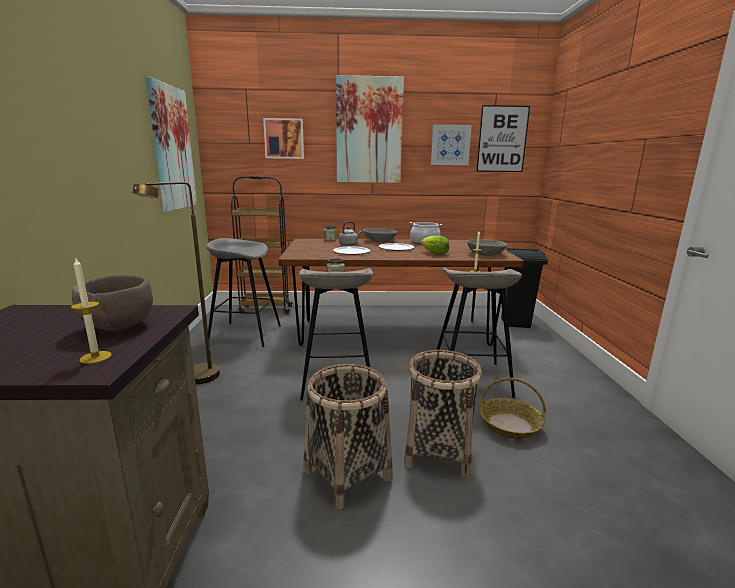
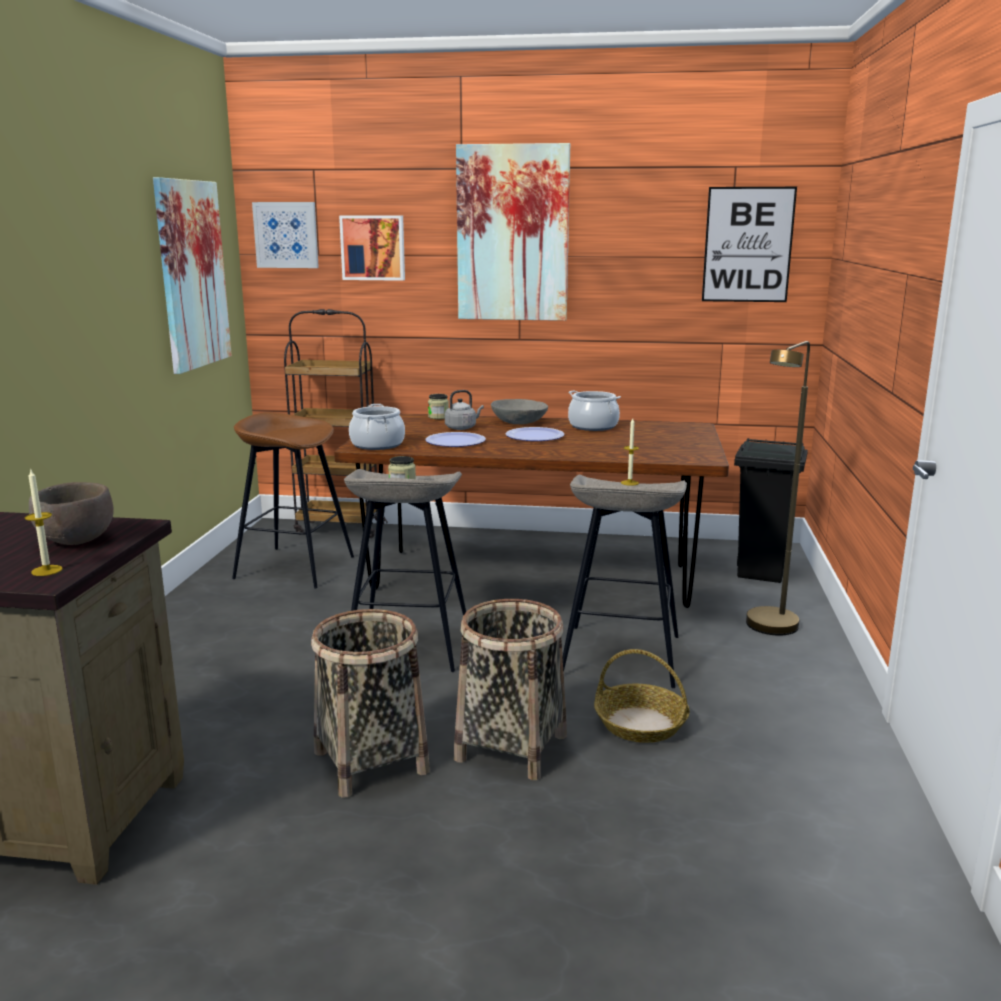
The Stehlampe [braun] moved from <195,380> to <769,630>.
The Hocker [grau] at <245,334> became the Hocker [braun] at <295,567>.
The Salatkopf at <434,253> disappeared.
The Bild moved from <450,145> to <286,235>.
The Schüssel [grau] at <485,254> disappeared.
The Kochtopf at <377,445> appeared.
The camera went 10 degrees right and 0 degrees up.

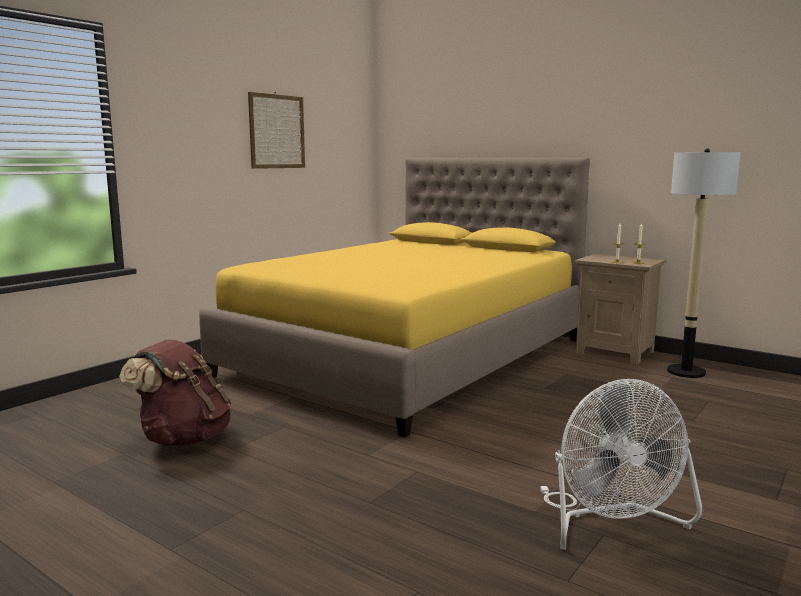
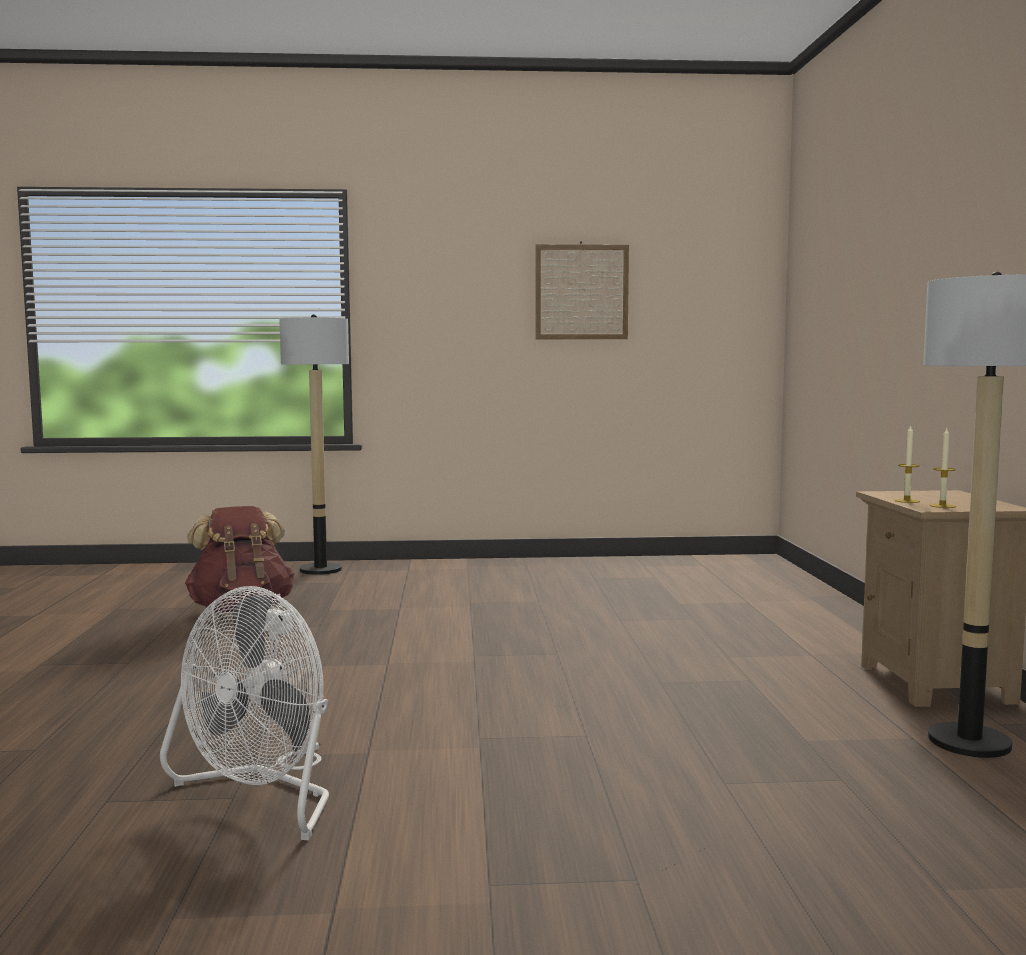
The Bett [gelb] at <410,356> disappeared.
The Stehlampe at <321,569> appeared.
The camera went 50 degrees right and 5 degrees down.

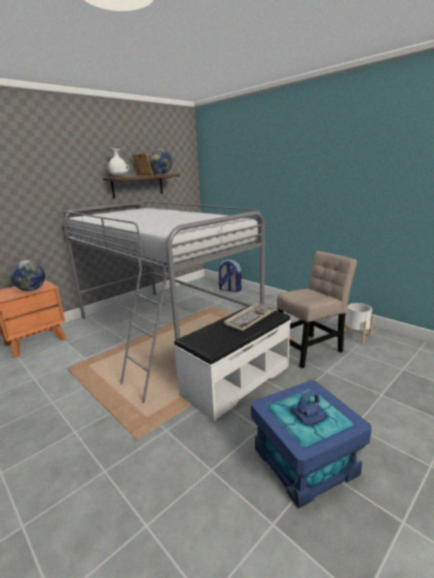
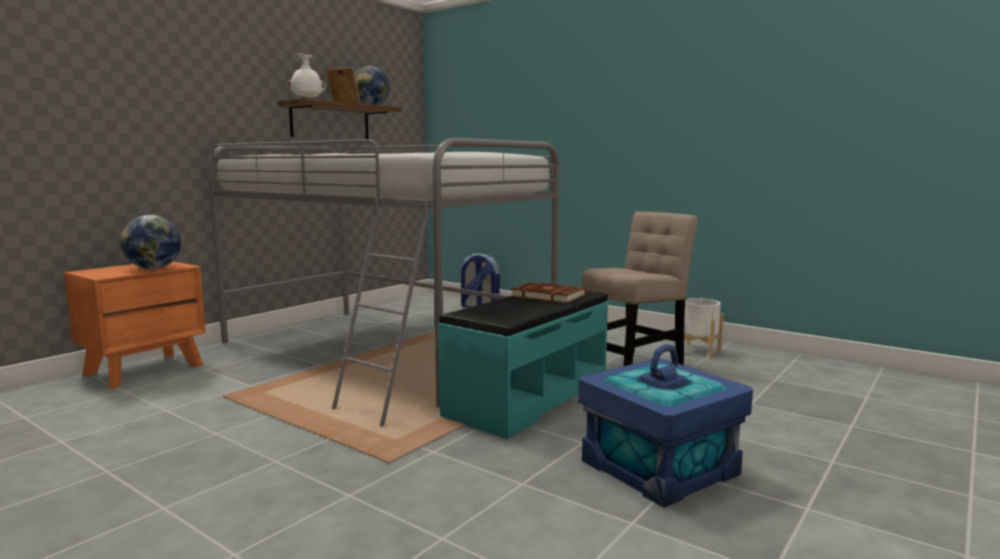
The Bank [weiß] at <236,380> became the Bank [türkis] at <527,399>.
The Tastatur at <250,318> was replaced by the Buch [braun] at <548,296>.
The camera went 10 degrees left and 10 degrees down.

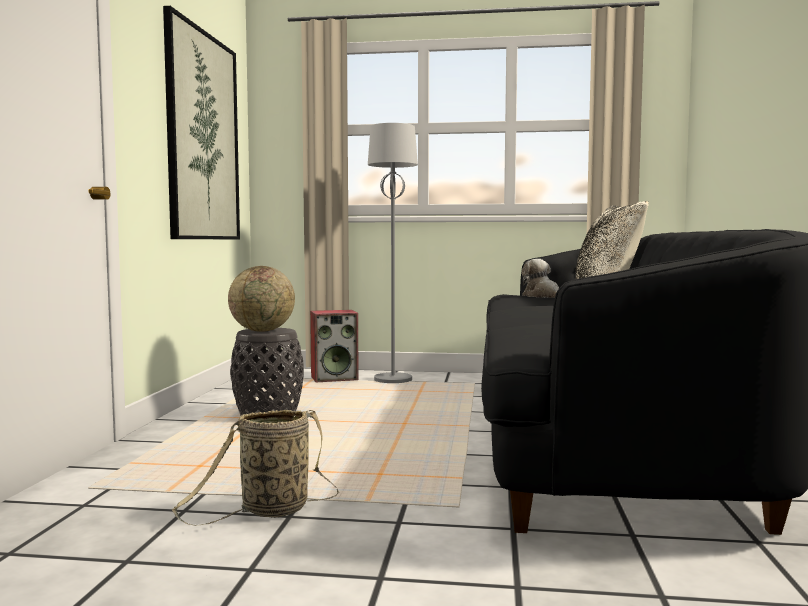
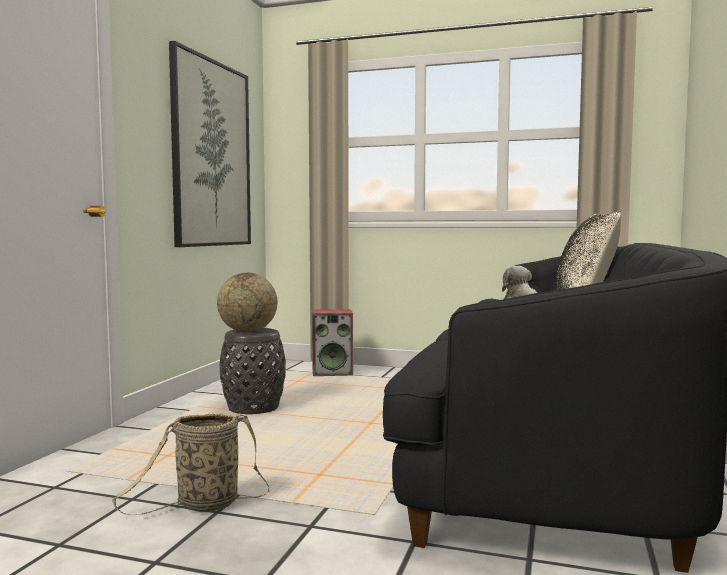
The Stehlampe [grau] at <392,380> disappeared.
The camera went 10 degrees right and 0 degrees up.

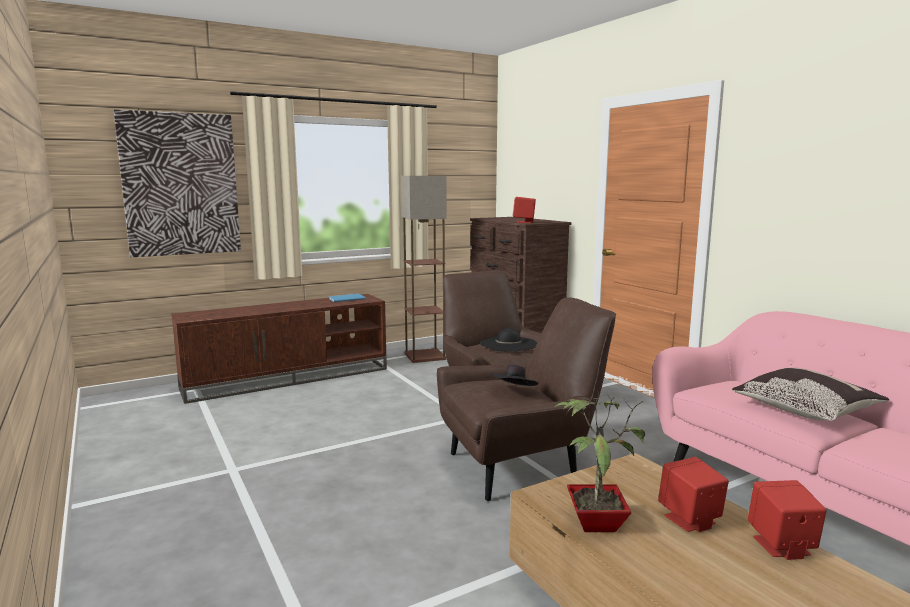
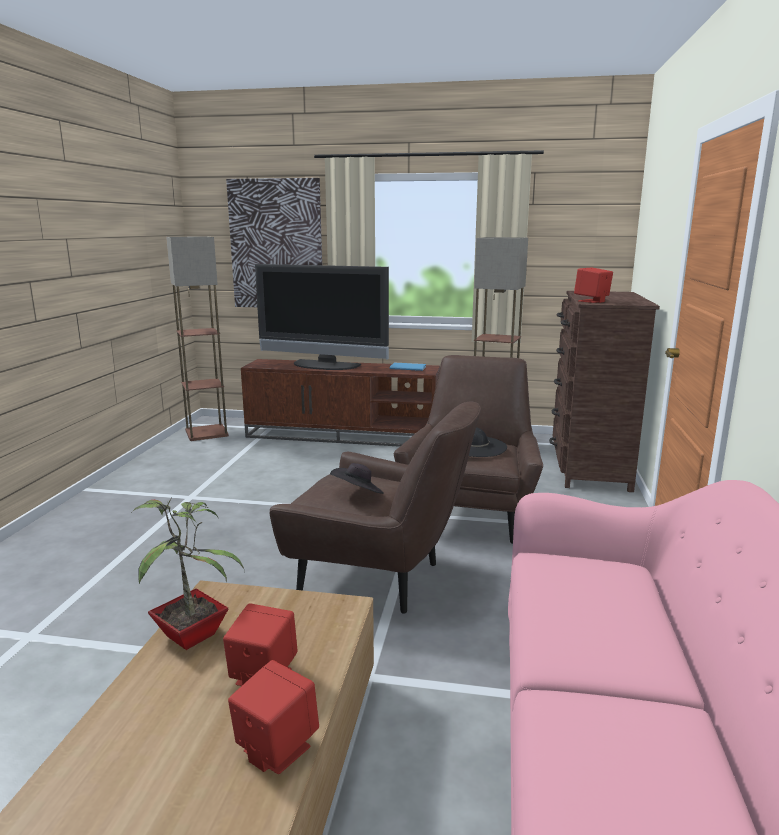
The Kissen at <806,411> disappeared.
The Stehlampe at <206,433> appeared.
The Fernseher at <324,366> appeared.
The camera went 40 degrees right and 5 degrees up.

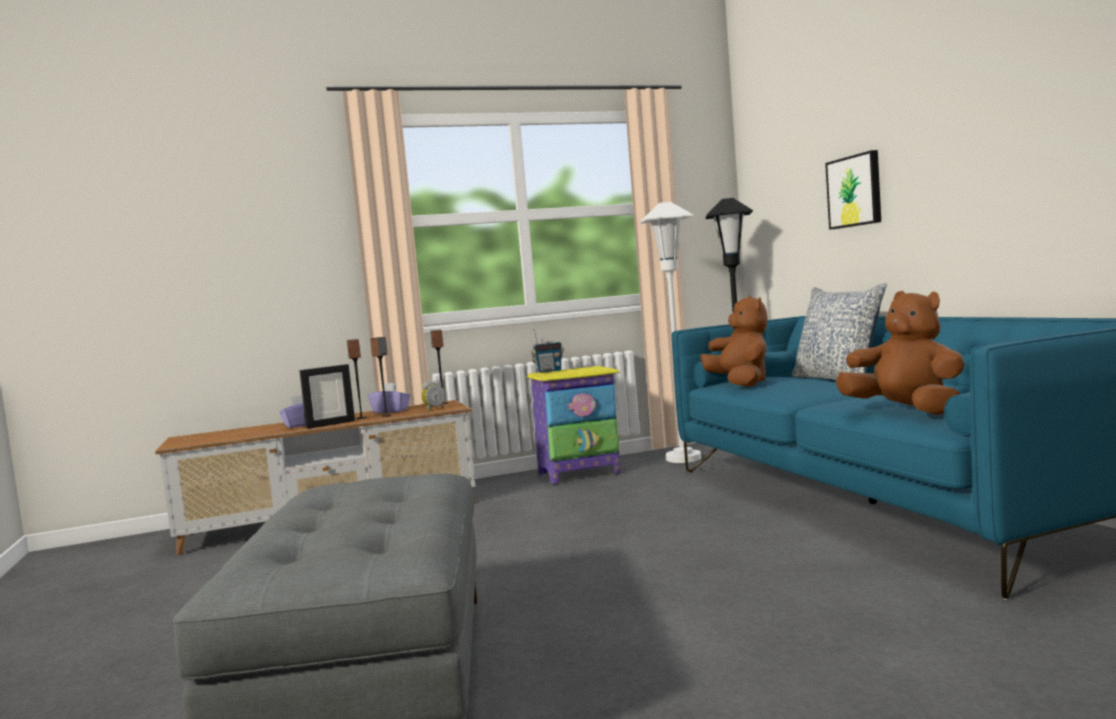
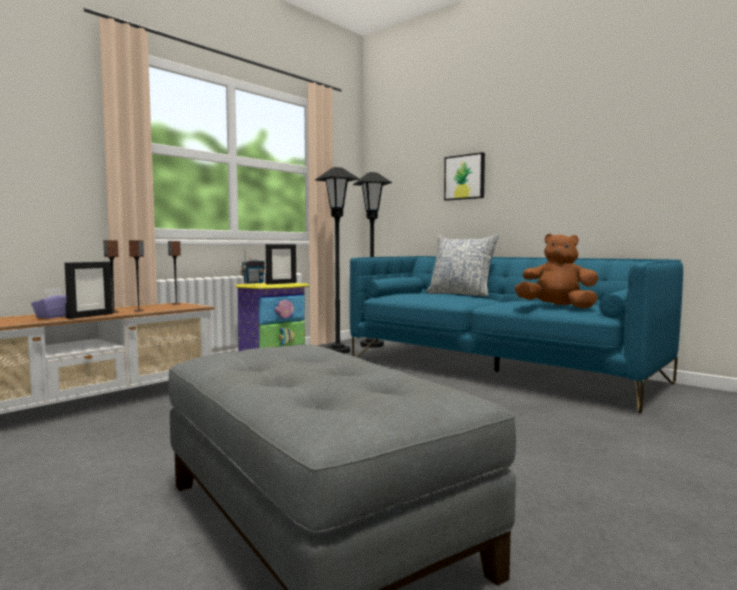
The Taschentuchbox [lila] at <391,411> disappeared.
The Wecker at <433,409> disappeared.
The Stehlampe [weiß] at <683,458> became the Stehlampe [schwarz] at <338,351>.
The Plüschtier [braun] at <740,384> disappeared.
The Bilderrahmen at <281,283> appeared.
The camera went 30 degrees left and 0 degrees up.

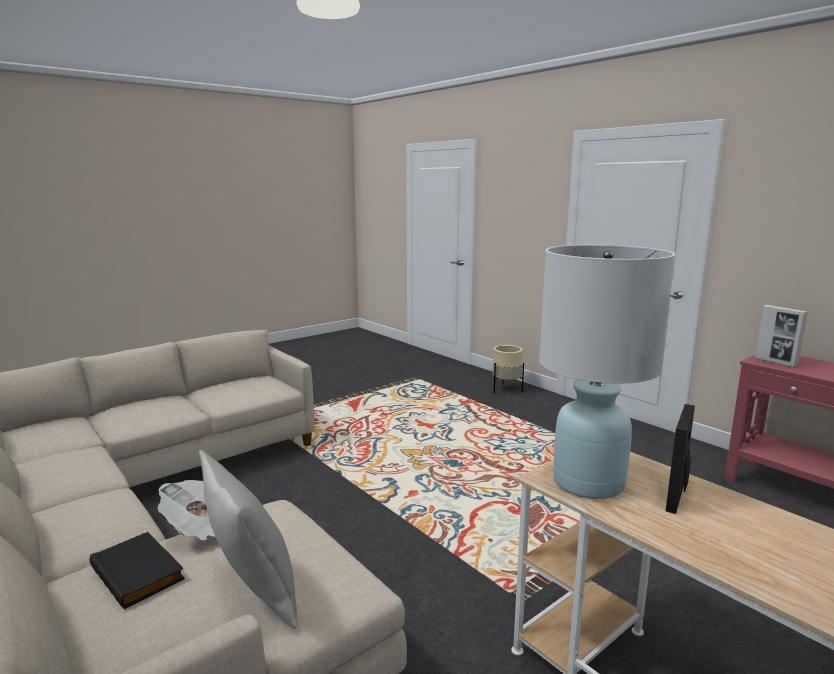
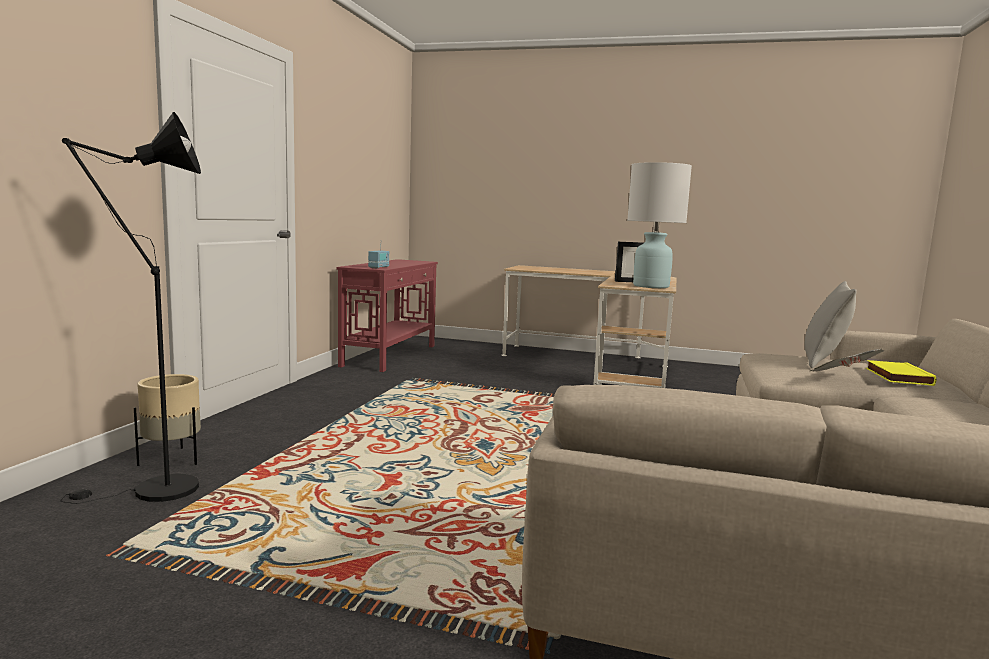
The Buch [schwarz] at <140,572> became the Buch [gelb] at <896,376>.
The Bilderrahmen at <775,362> was replaced by the Radio at <379,267>.
The Stehlampe [schwarz] at <153,491> appeared.
The camera went 125 degrees left and 5 degrees down.

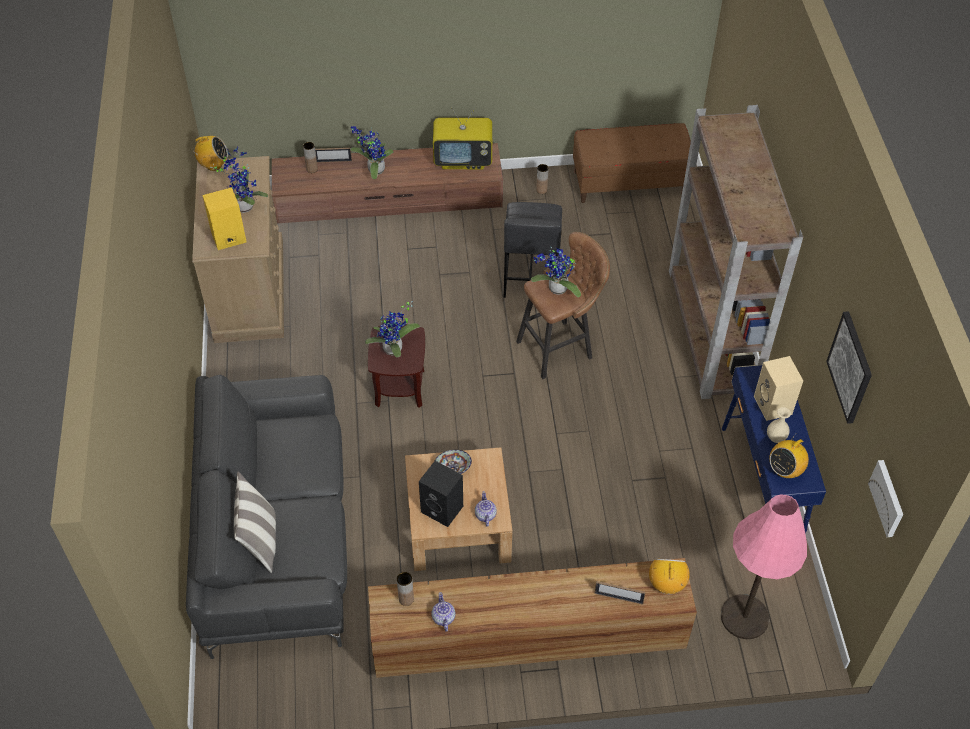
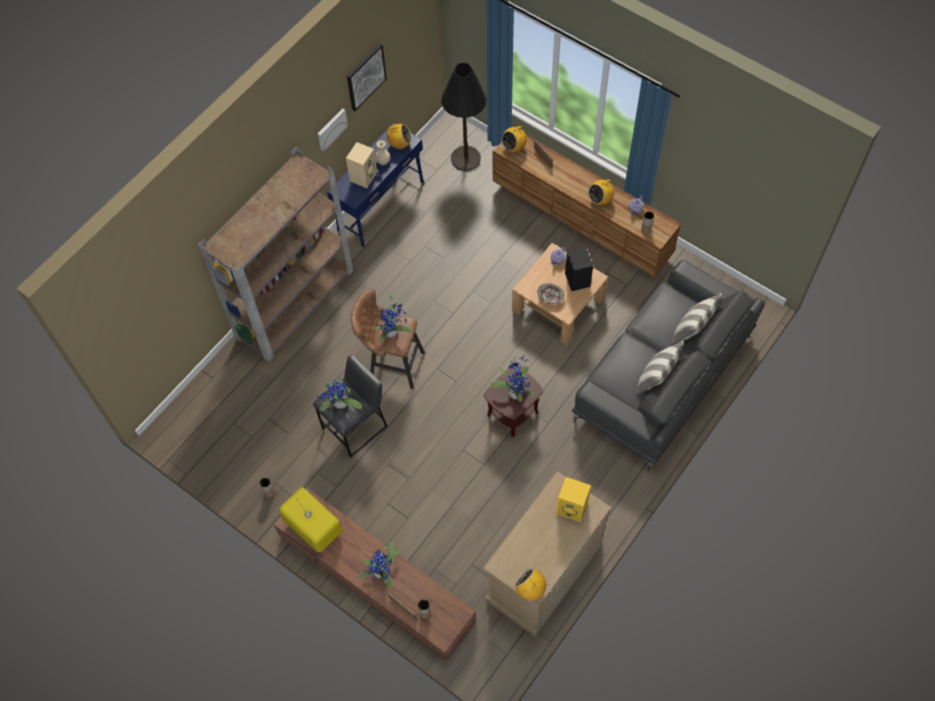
The Topfpflanze moved from <243,205> to <340,404>.
The Bank [braun] at <630,182> disappeared.
The Stehlampe [rosa] at <744,617> became the Stehlampe [schwarz] at <465,158>.
The Bild moved from <888,498> to <331,128>.
The Radio at <600,200> appeared.
The Kissen at <655,379> appeared.
The camera went 135 degrees left and 10 degrees up.

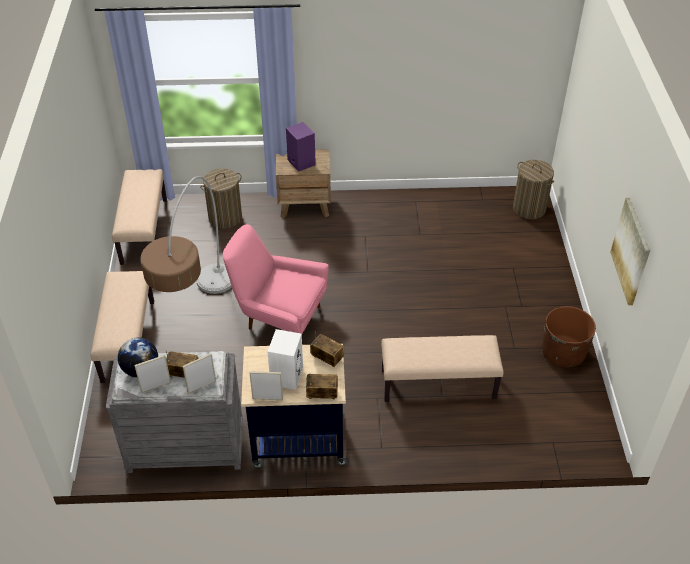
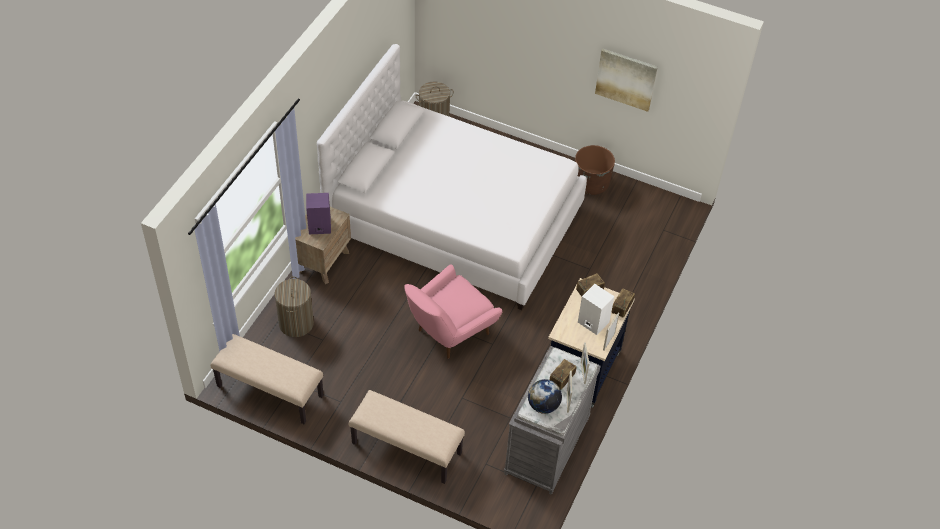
The Stehlampe at <199,319> disappeared.
The Bank [beige] at <438,383> disappeared.
The Bett [weiß] at <454,219> appeared.
The camera went 65 degrees left and 5 degrees up.

